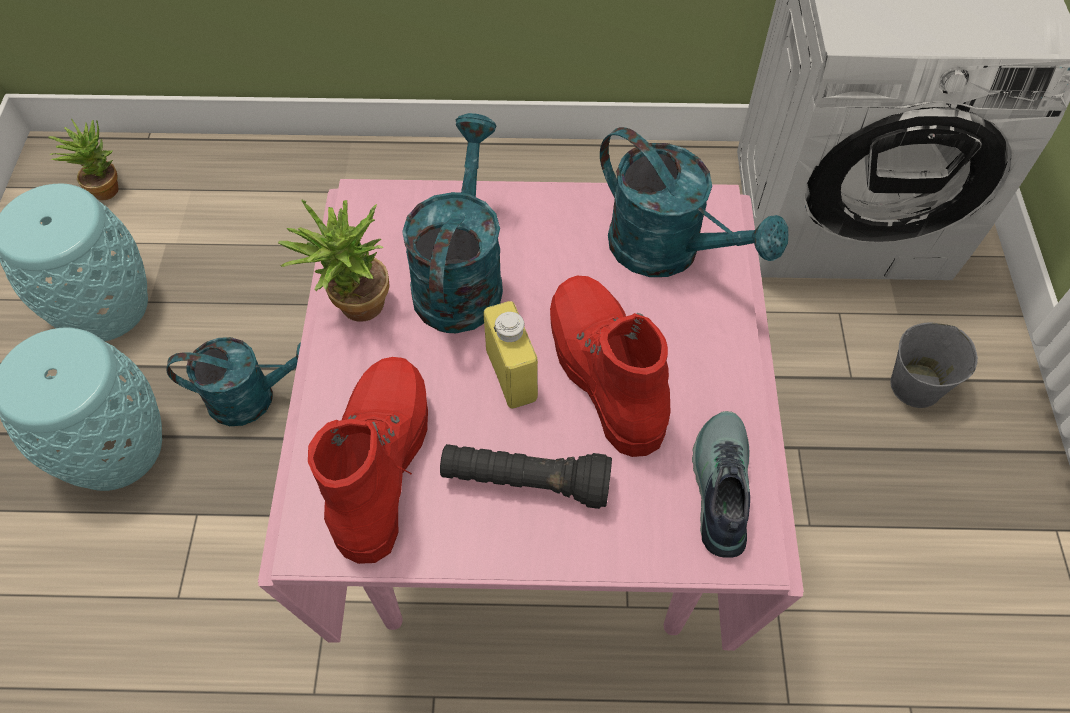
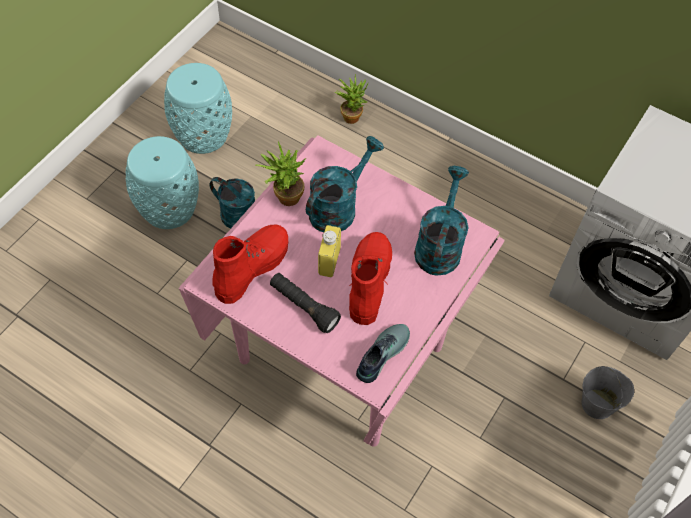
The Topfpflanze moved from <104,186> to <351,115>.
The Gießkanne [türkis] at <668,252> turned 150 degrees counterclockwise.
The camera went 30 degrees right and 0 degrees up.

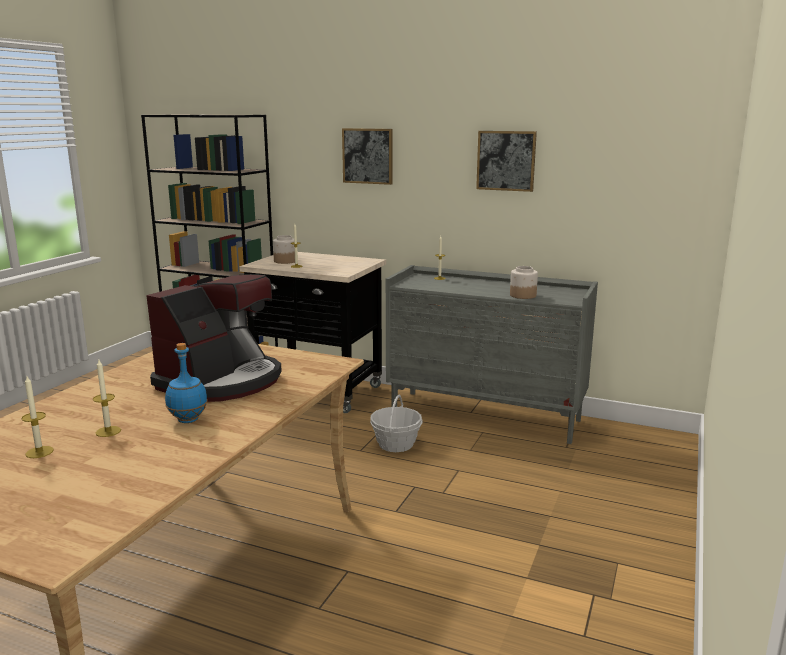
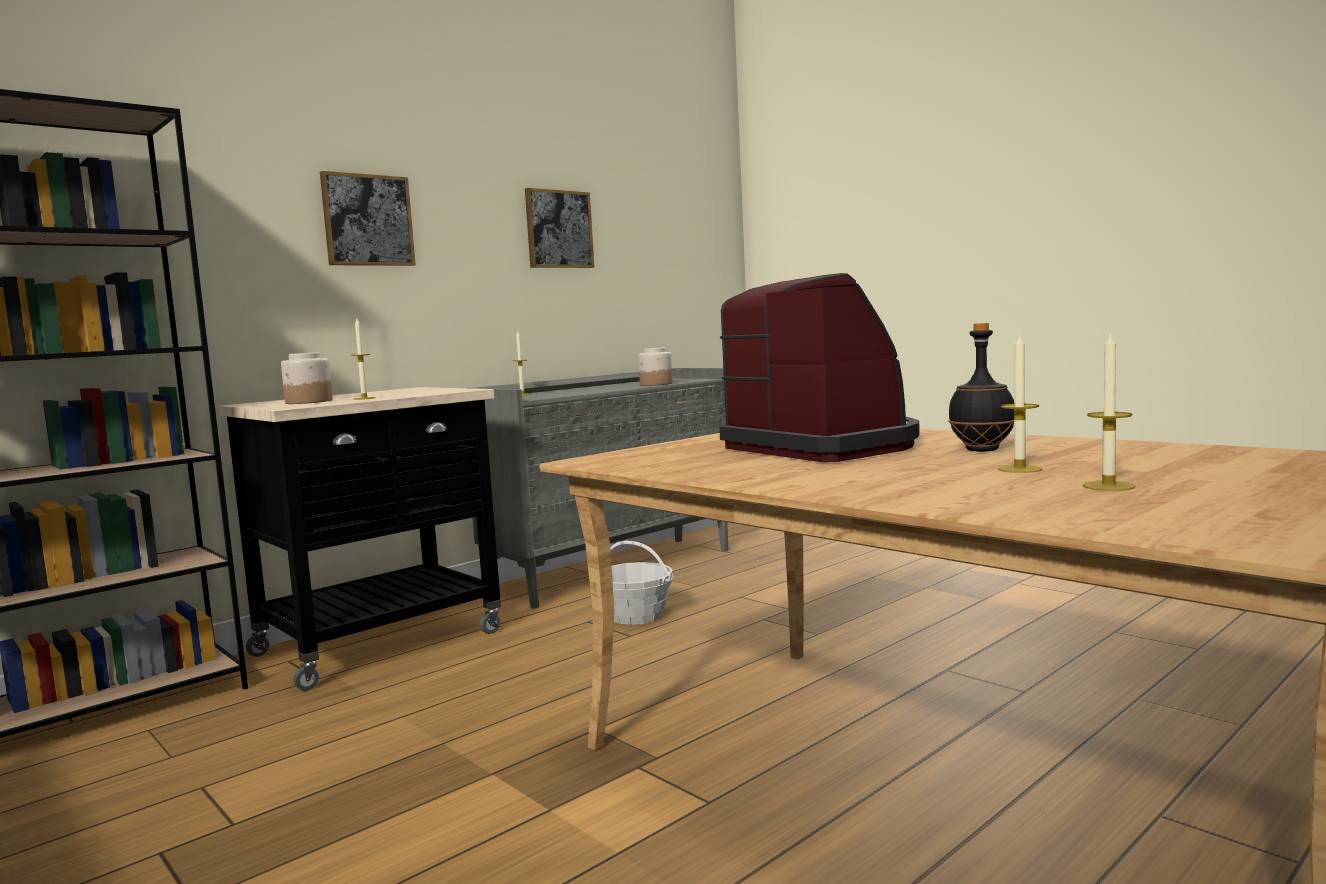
The Flasche [blau] at <187,420> became the Flasche [schwarz] at <981,450>.
The camera went 65 degrees left and 10 degrees down.

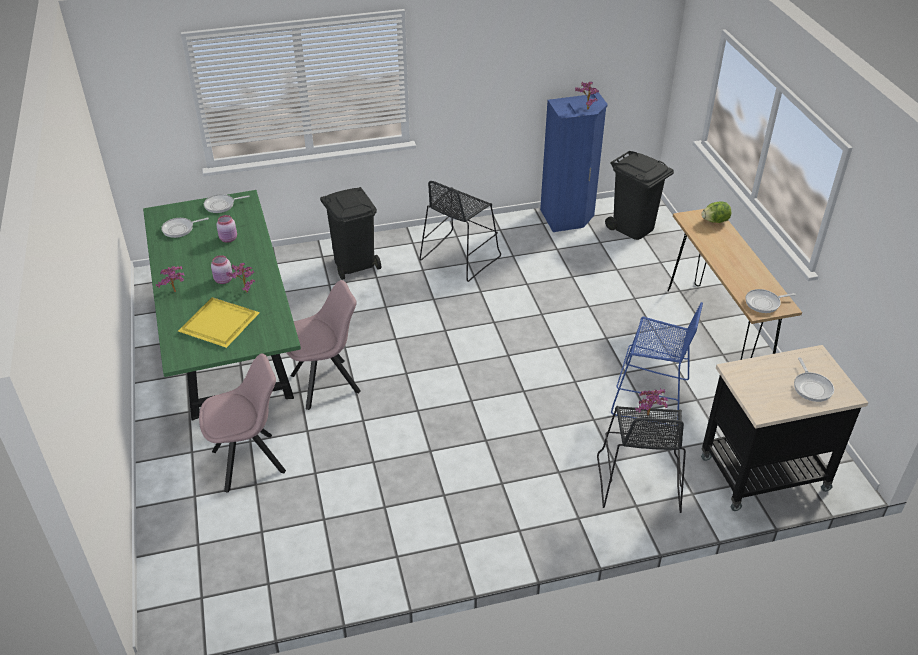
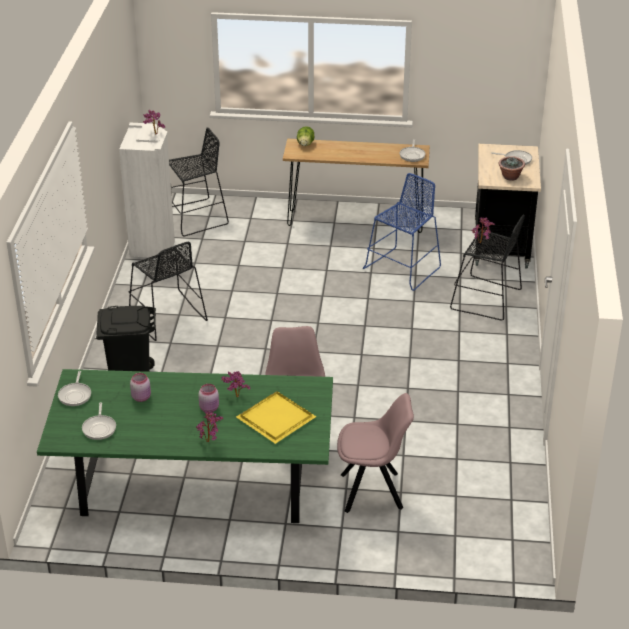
The Stuhl [rosa] at <249,462> turned 90 degrees clockwise.
The Schrank [blau] at <568,216> became the Schrank [weiß] at <152,244>.
The Mülleimer [schwarz] at <632,227> was replaced by the Hocker [schwarz] at <194,217>.
The Topfpflanze at <510,177> appeared.
The camera went 70 degrees left and 5 degrees down.

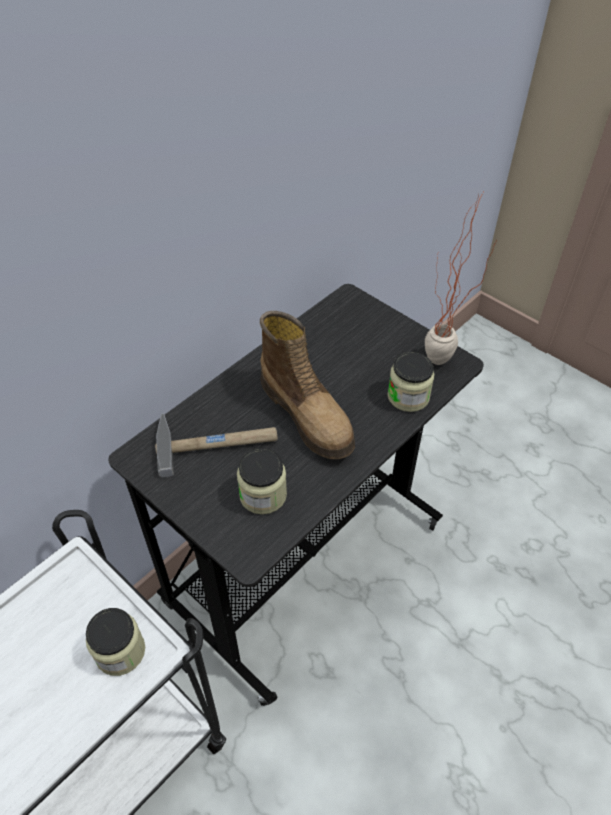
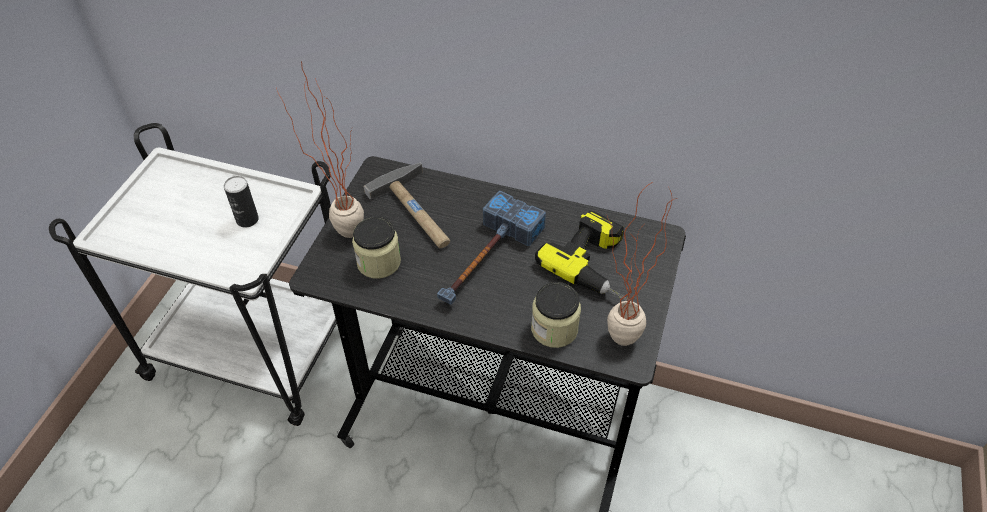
The Vorratsglas at <120,651> disappeared.
The Stiefel at <308,414> was replaced by the Hammer at <485,260>.
The Dose at <247,219> appeared.
The Topfpflanze at <341,229> appeared.
The Bohrmaschine at <604,267> appeared.
The camera went 65 degrees right and 0 degrees up.

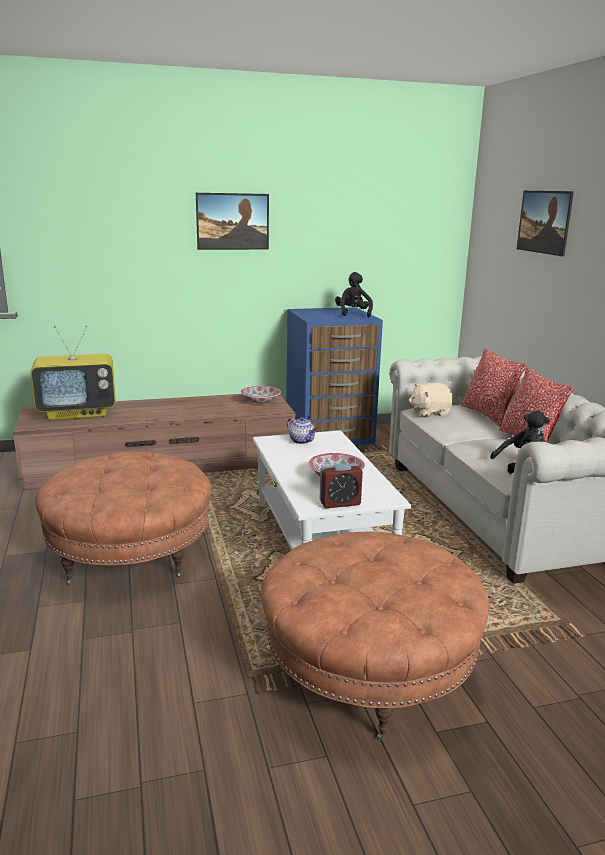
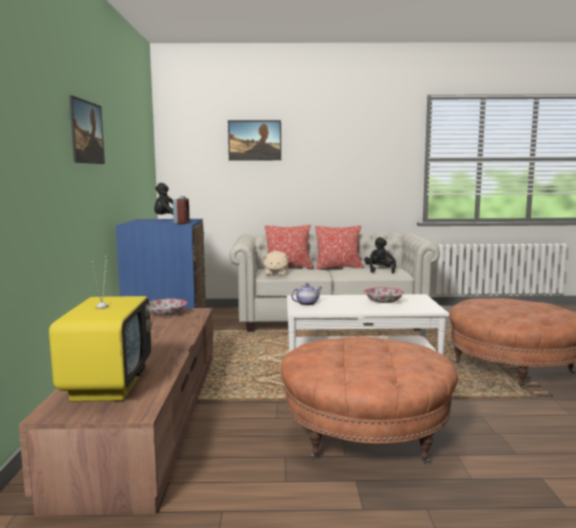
The Wecker moved from <340,503> to <181,223>.
The camera went 75 degrees left and 10 degrees down.

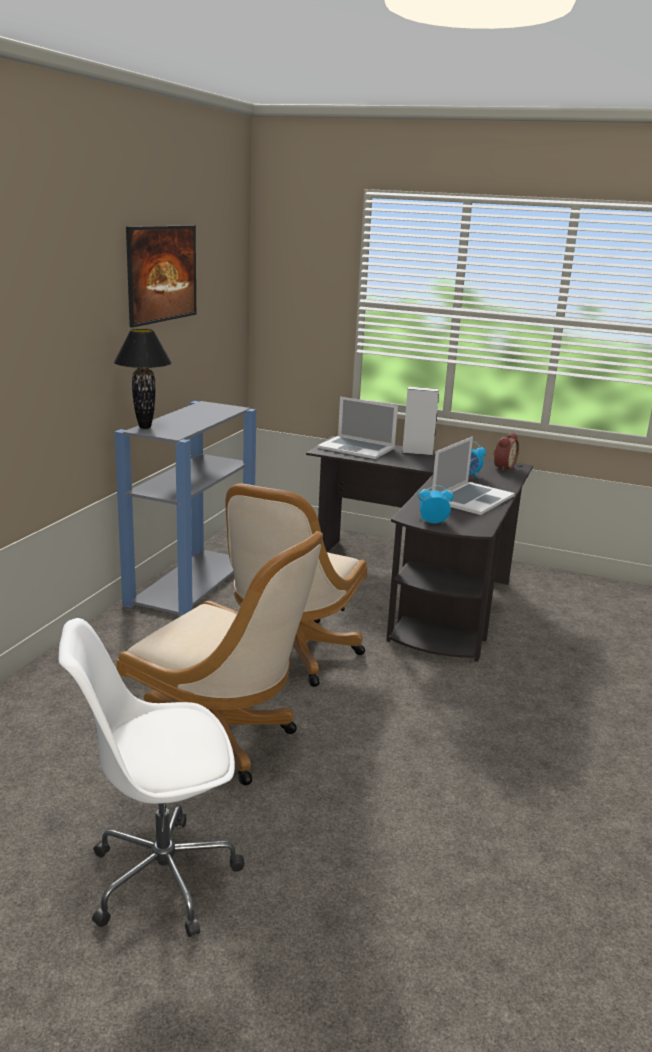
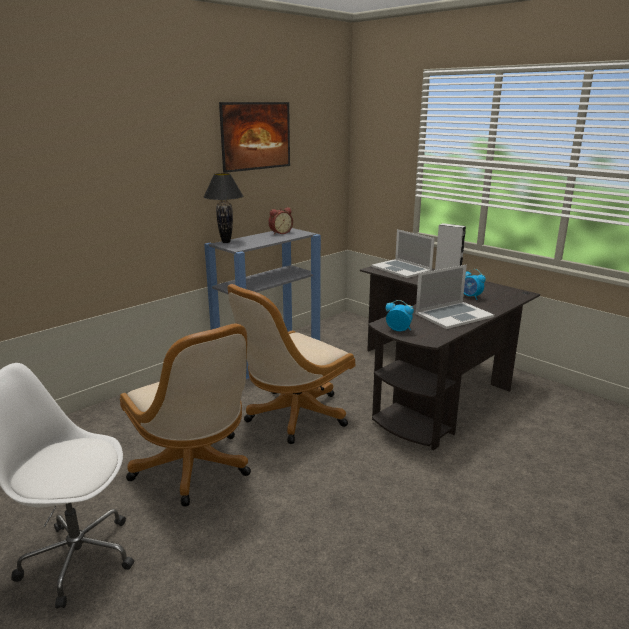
The Wecker moved from <502,467> to <280,233>.
The camera went 25 degrees right and 0 degrees up.

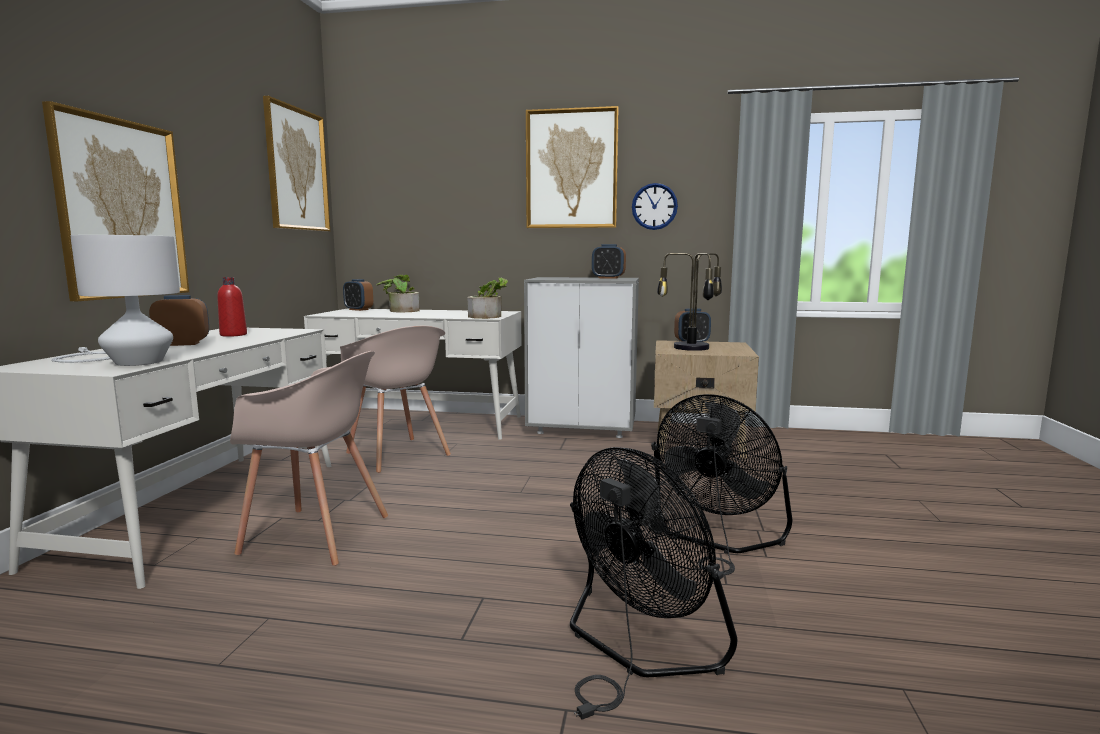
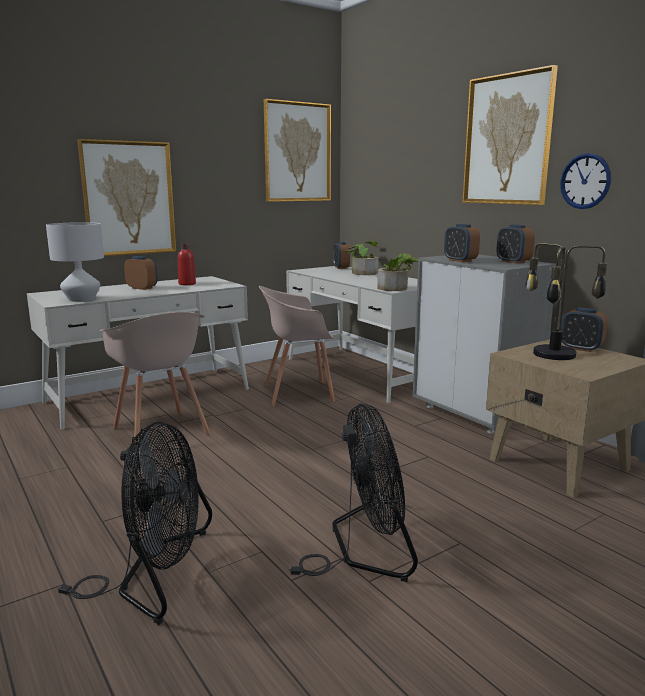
The Stuhl [beige] at <398,455> turned 75 degrees clockwise.
The Wecker at <460,260> appeared.
The camera went 45 degrees right and 5 degrees up.

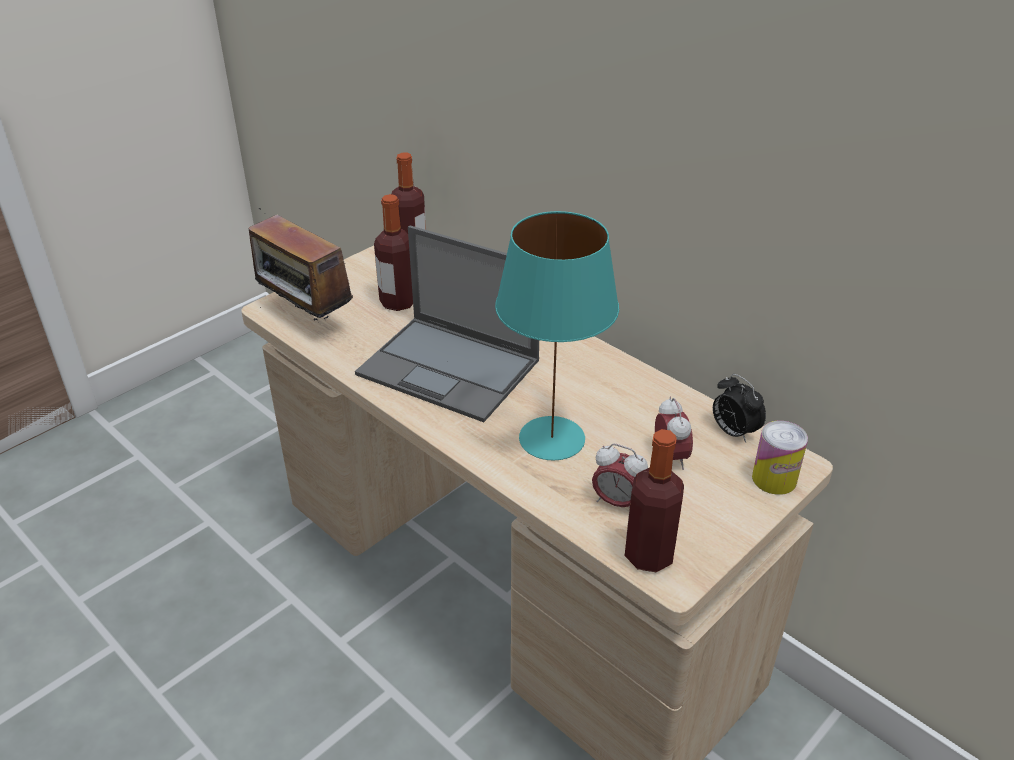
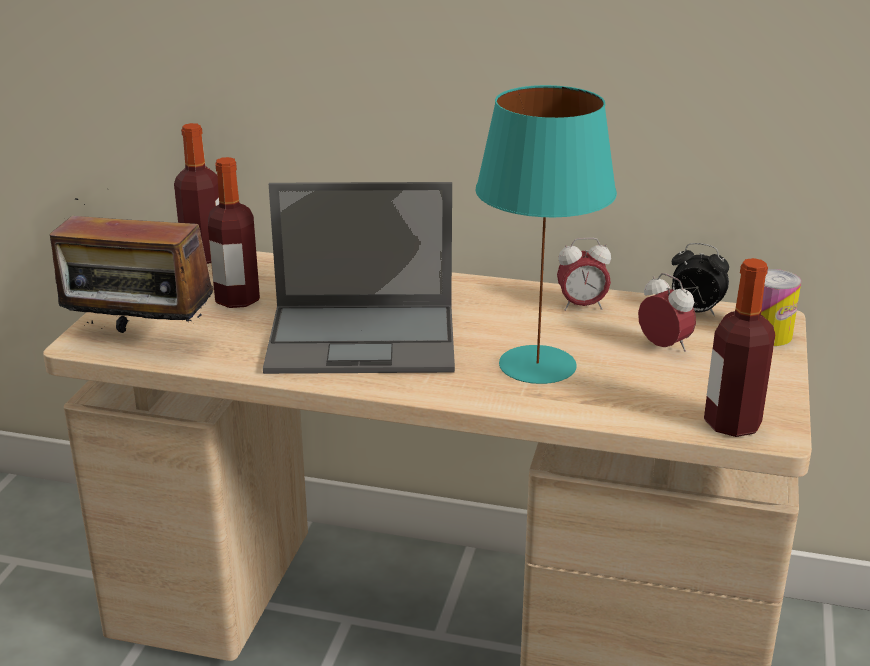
The Wecker moved from <617,502> to <581,306>.
The camera went 30 degrees left and 10 degrees down.

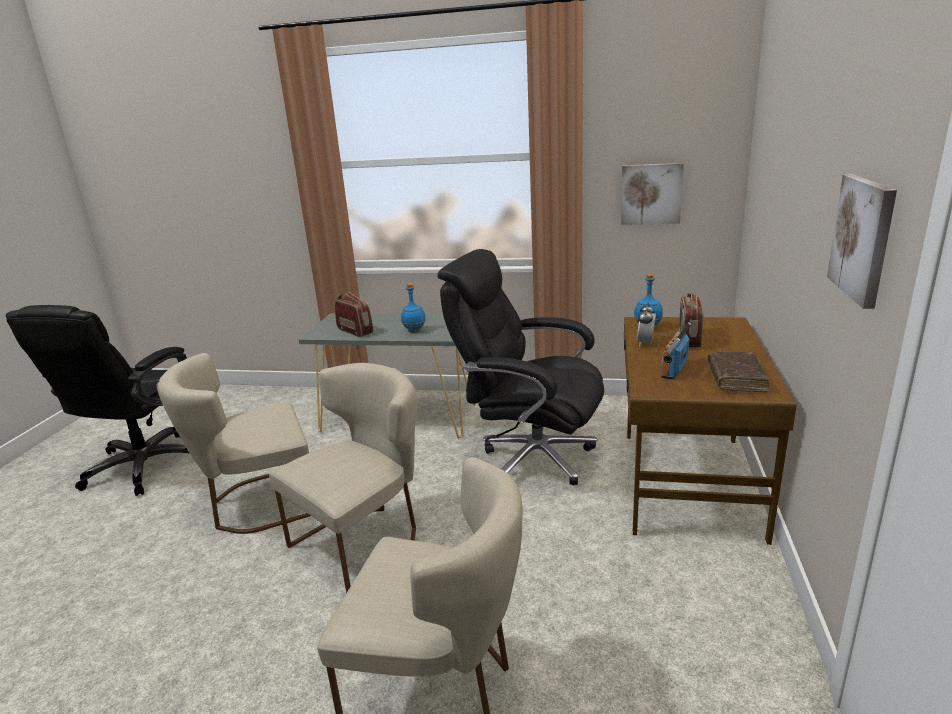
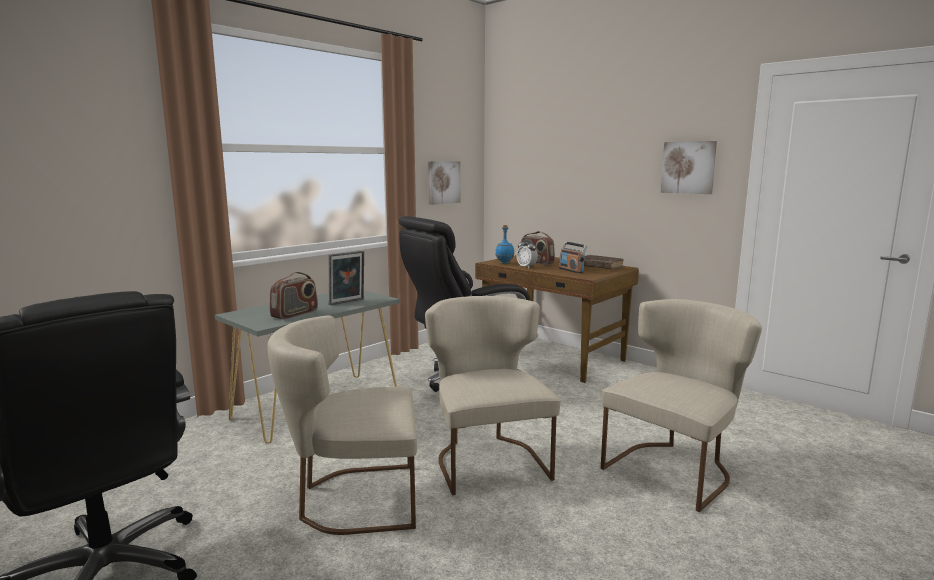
The Stuhl [beige] at <257,504> turned 75 degrees clockwise.
The Radio at <355,331> turned 135 degrees clockwise.
The Flasche [blau] at <414,331> was replaced by the Bilderrahmen at <347,302>.
The camera went 60 degrees left and 10 degrees down.

